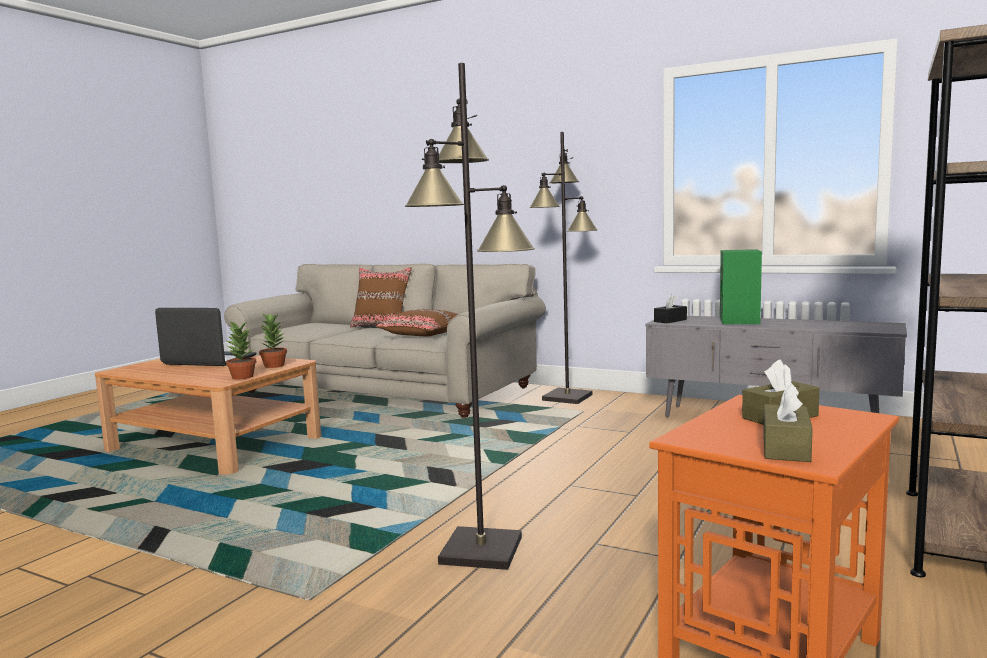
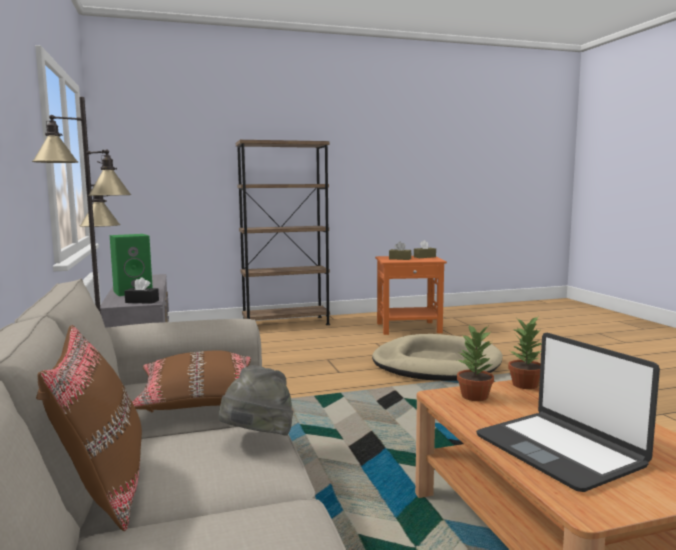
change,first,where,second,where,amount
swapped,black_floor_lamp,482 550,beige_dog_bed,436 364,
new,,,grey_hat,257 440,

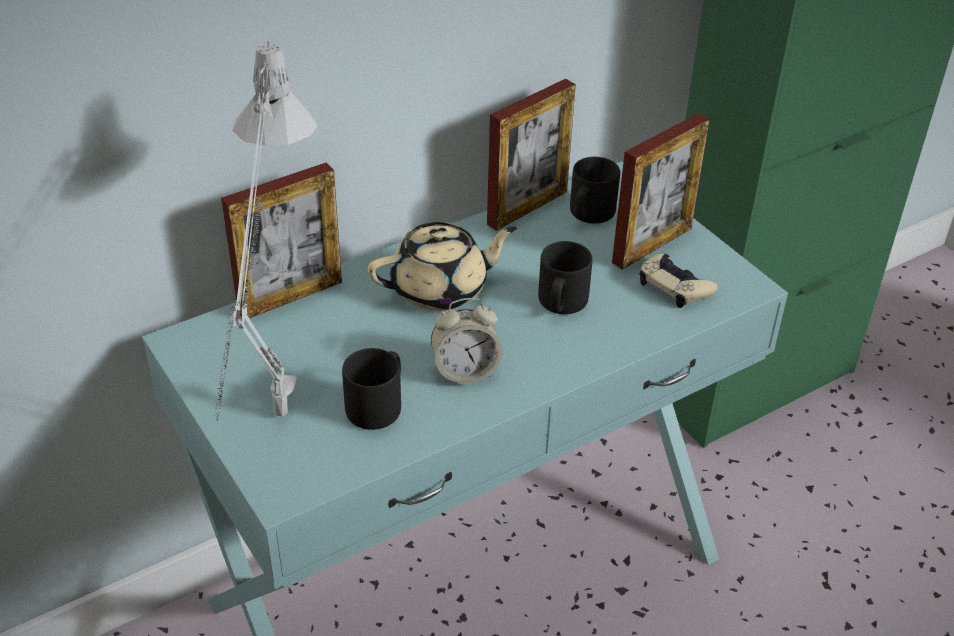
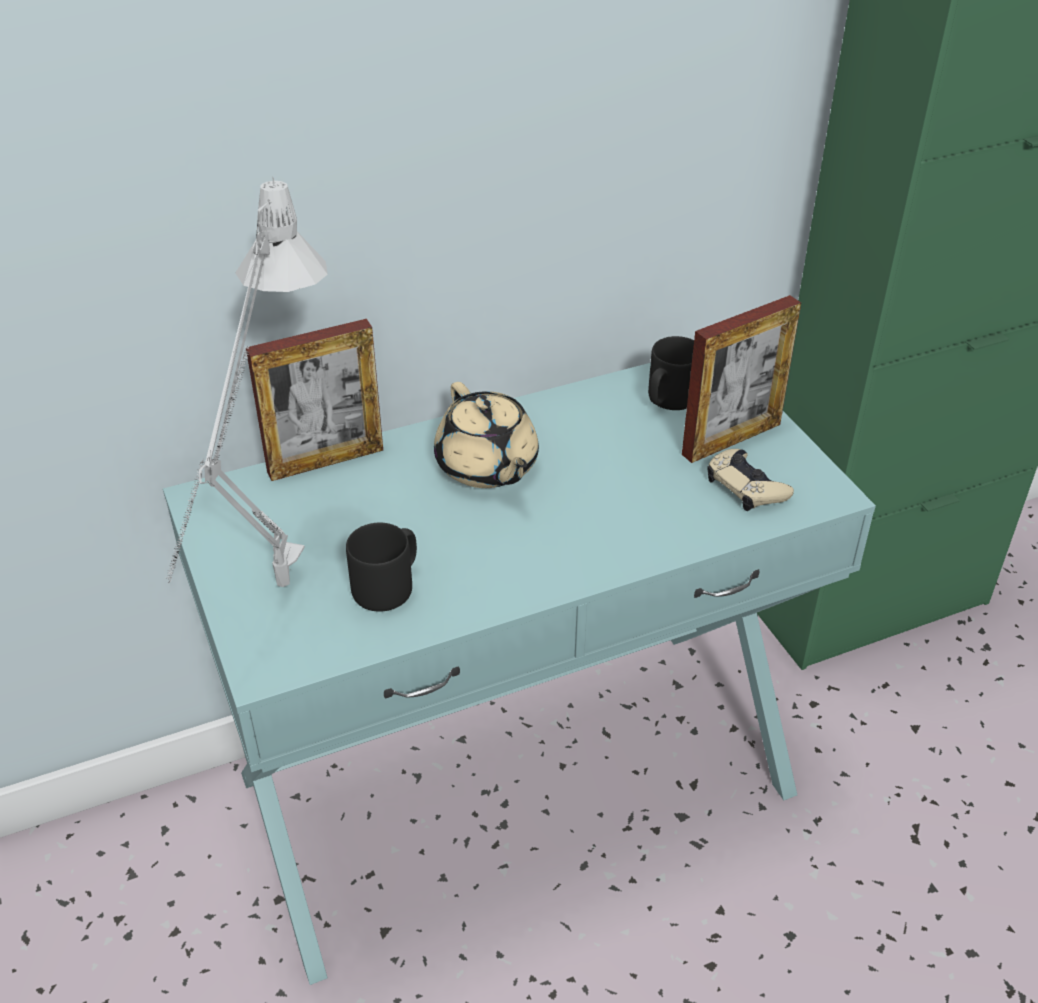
change,first,where,second,where,amount
gone,picture_frame,527 208,,,
rotated,beige_teapot,441 289,,487 467,75 degrees clockwise
gone,black_mug,561 303,,,
gone,alarm_clock,465 371,,,

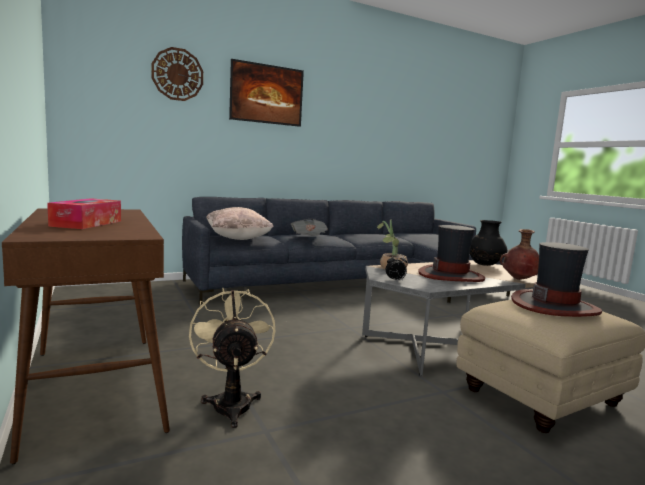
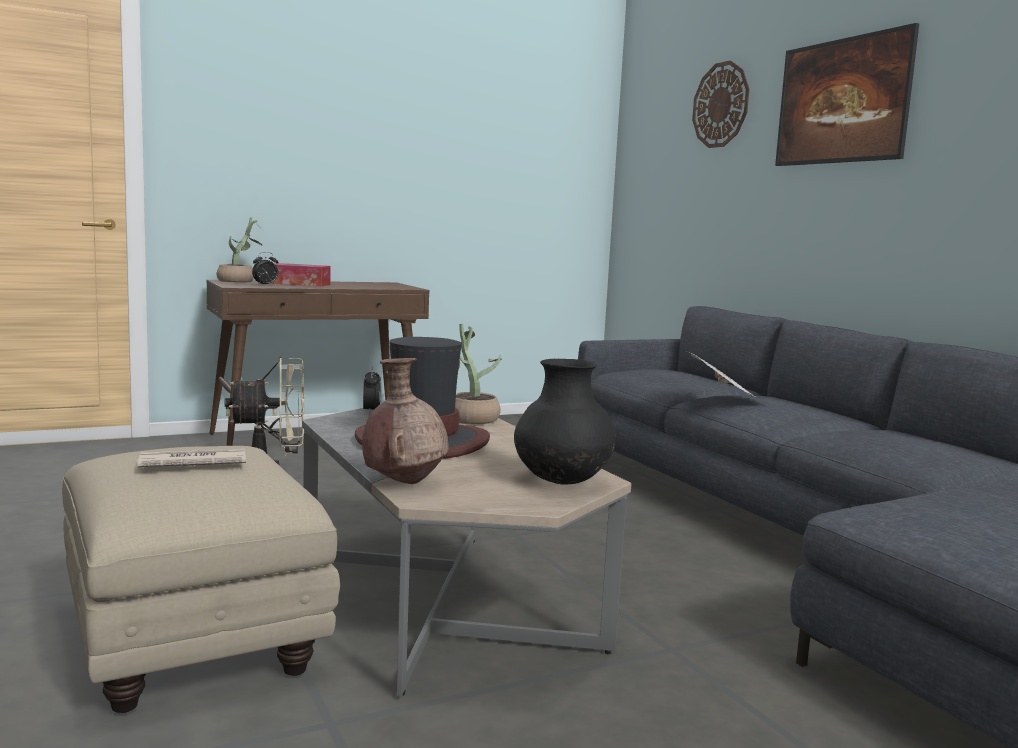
change,first,where,second,where,amount
gone,beige_pillow,237 238,,,
swapped,hat,554 306,newspaper,191 463,
new,,,potted_plant,240 281,
new,,,alarm_clock,265 285,

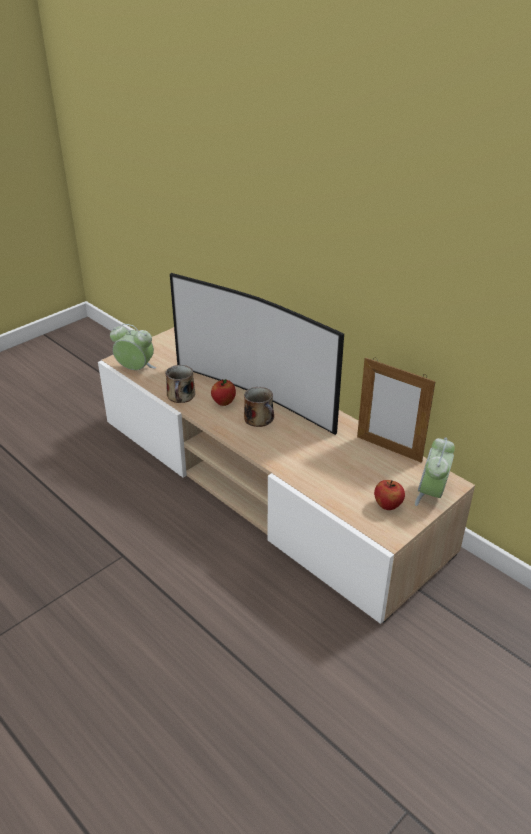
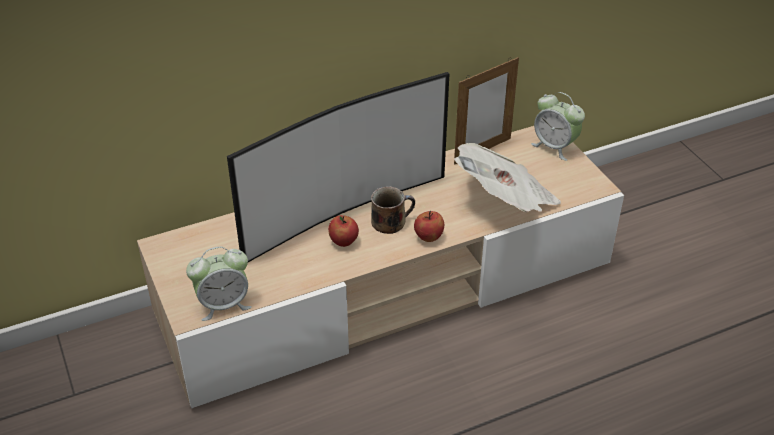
change,first,where,second,where,amount
rotated,alarm_clock,135 369,,223 304,150 degrees counterclockwise
gone,mug,181 396,,,
shifted,apple,388 505,,428 237,
new,,,newspaper,506 200,

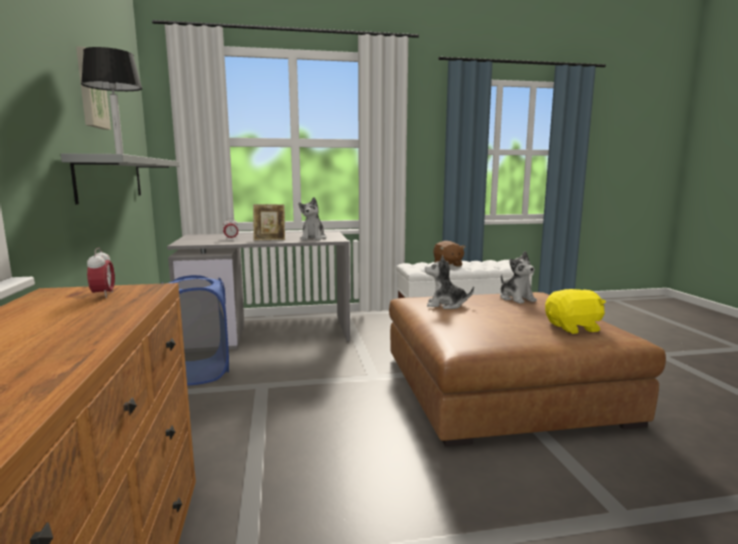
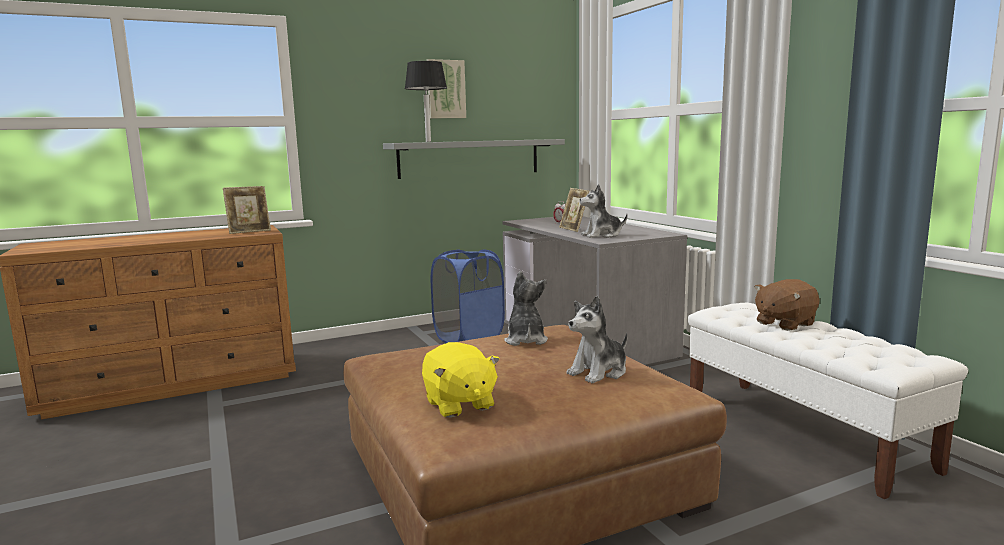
change,first,where,second,where,amount
swapped,alarm_clock,103 295,picture_frame,249 231,

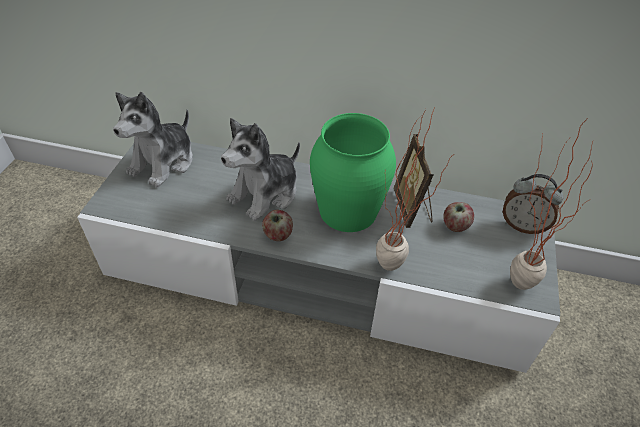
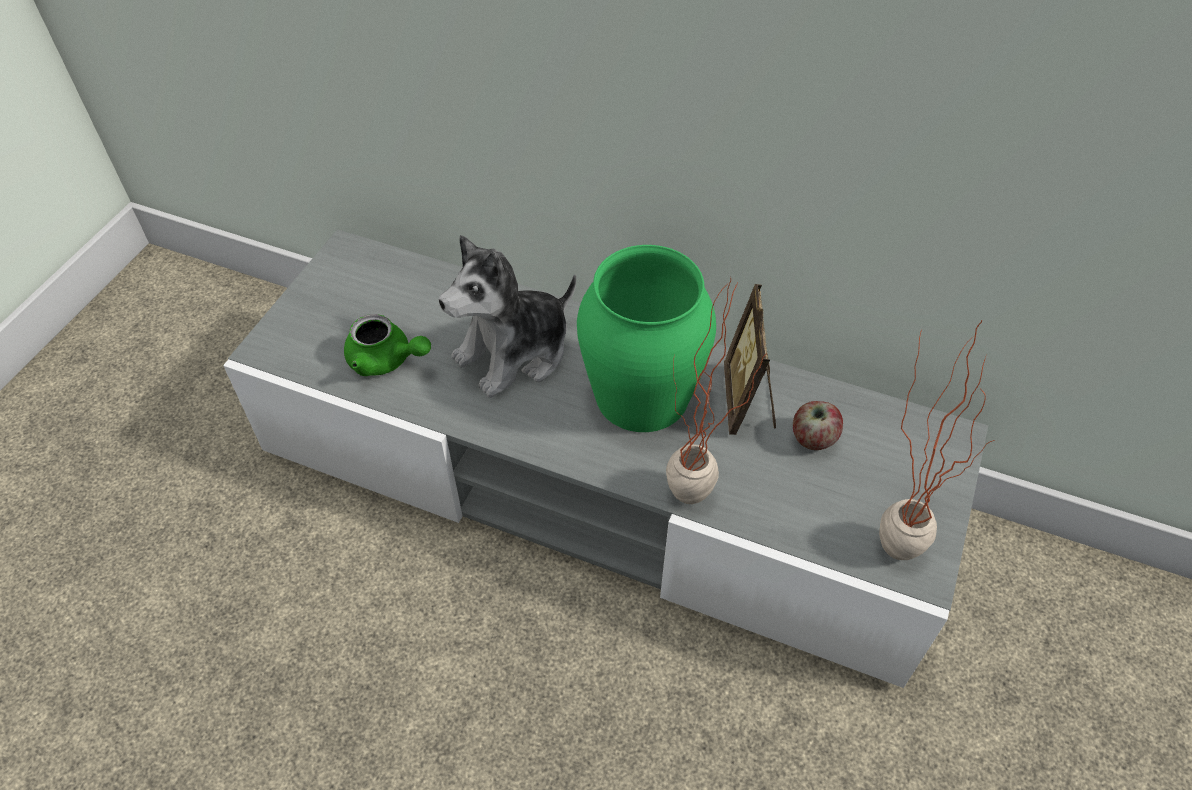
change,first,where,second,where,amount
gone,plush_toy,163 162,,,
gone,alarm_clock,522 225,,,
gone,apple,278 235,,,
new,,,green_teapot,386 360,

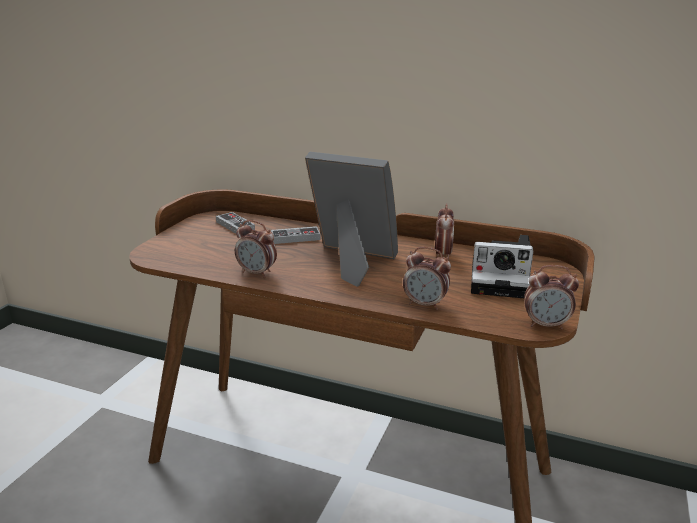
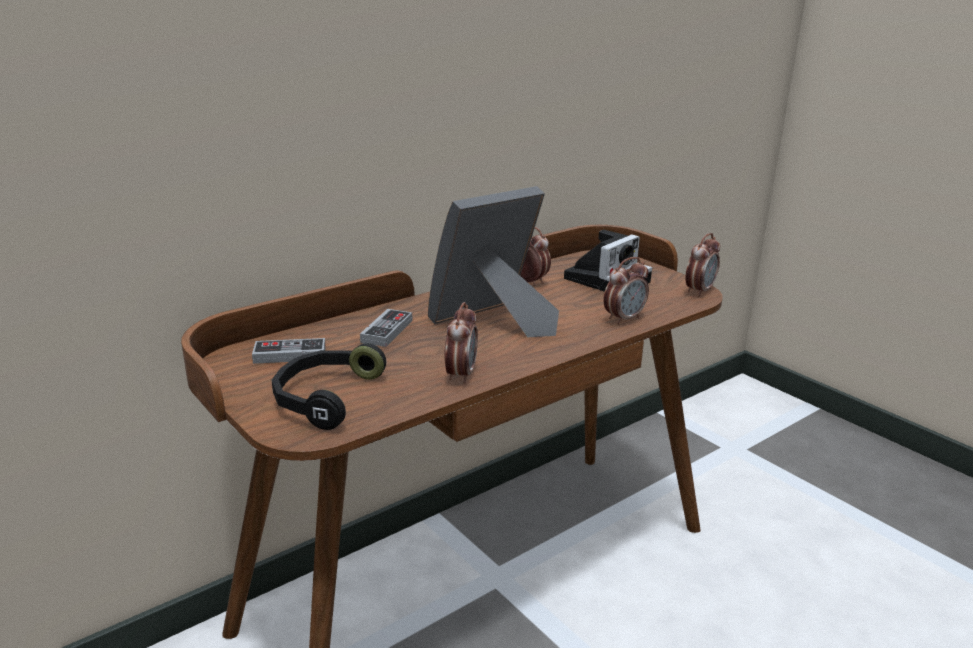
change,first,where,second,where,amount
rotated,alarm_clock,257 273,,461 375,45 degrees counterclockwise
new,,,black_headphones,324 397,

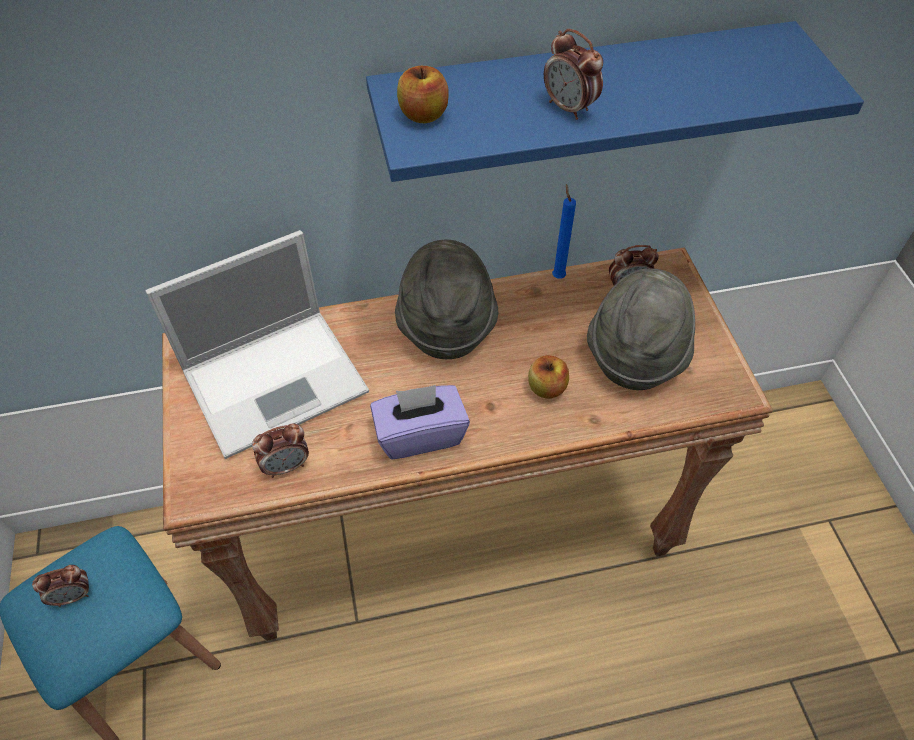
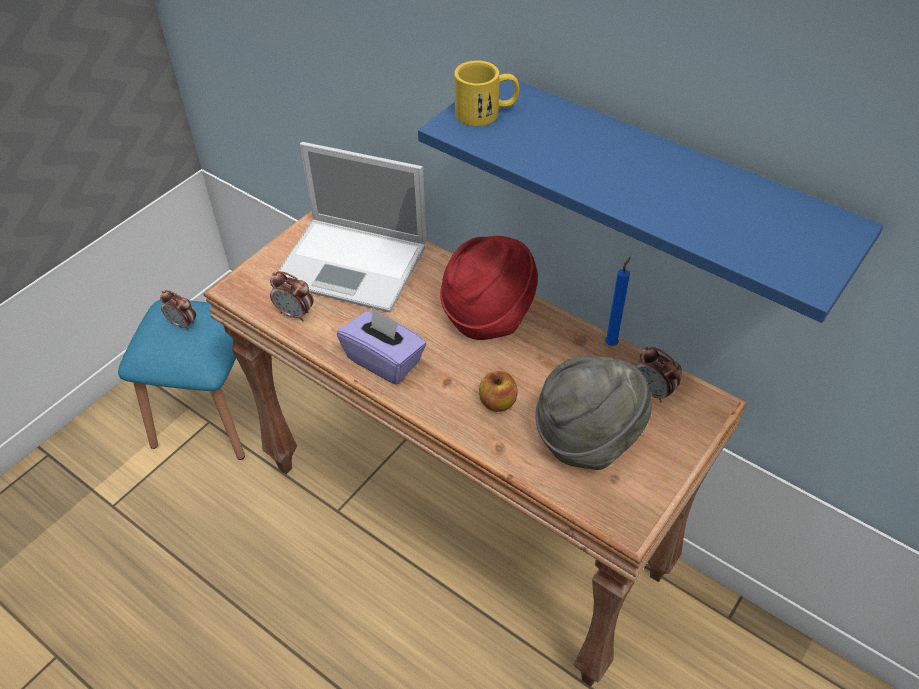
change,first,where,second,where,amount
gone,alarm_clock,569 108,,,
swapped,apple,423 115,yellow_mug,486 112,
repainted,grey_hat,446 328,red_hat,488 314,

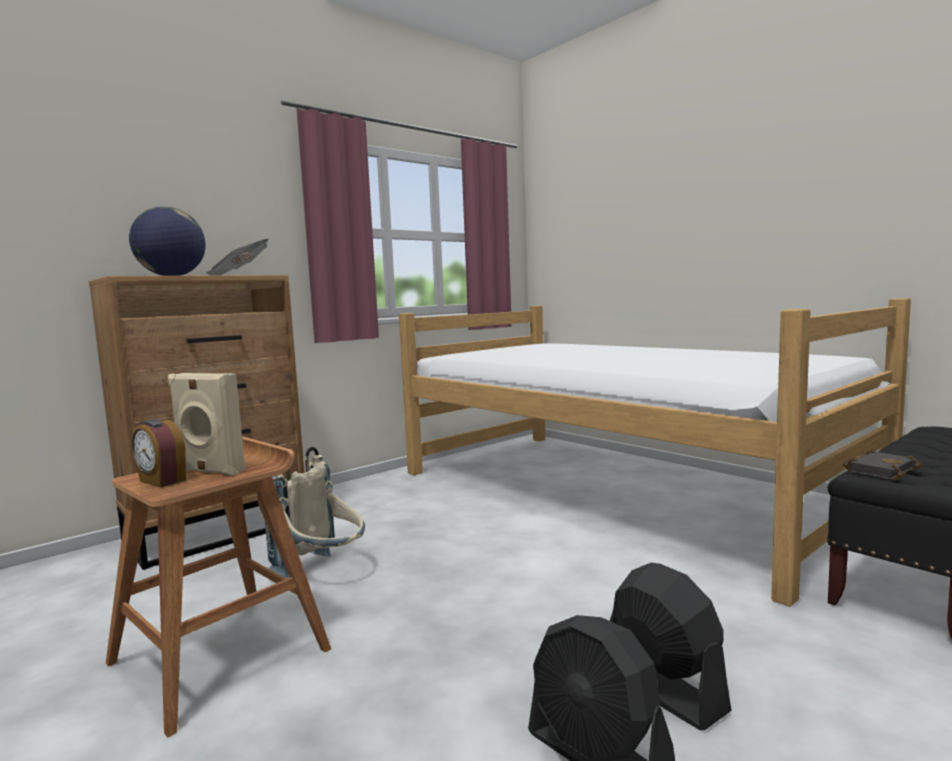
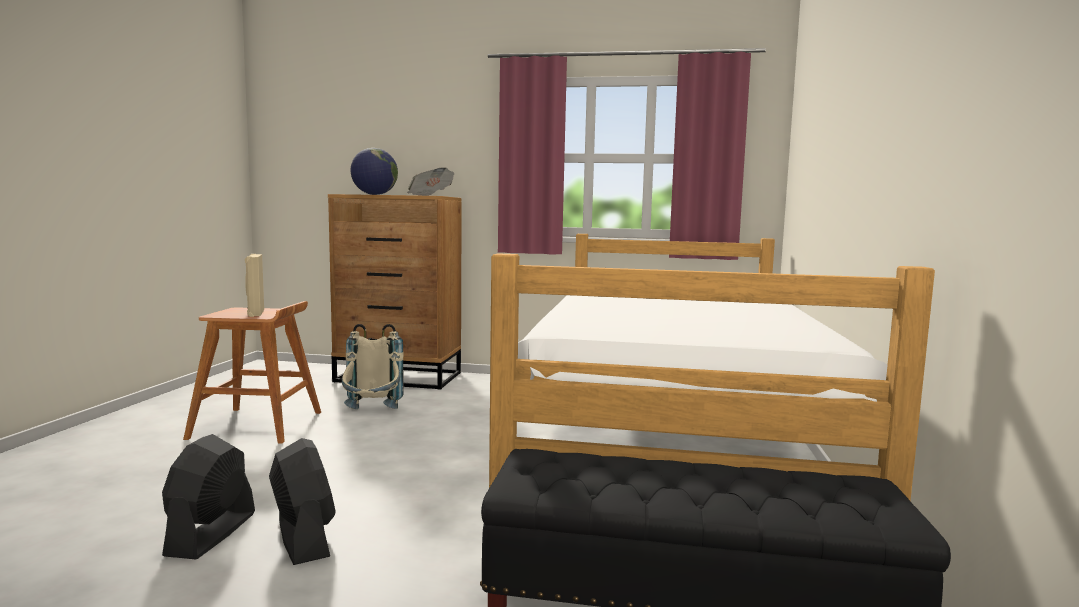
change,first,where,second,where,amount
gone,alarm_clock,161 481,,,
gone,black_book,879 470,,,
rotated,black_fan,661 687,,303 538,45 degrees counterclockwise

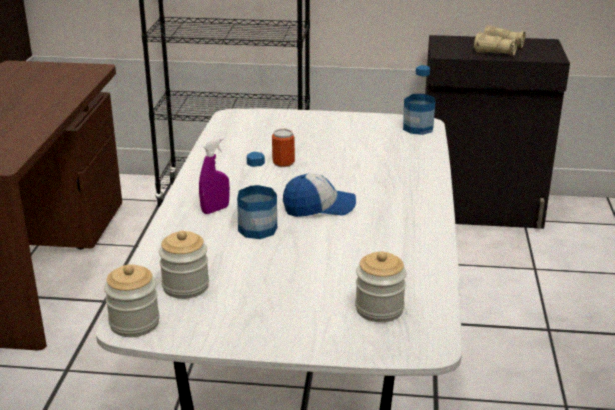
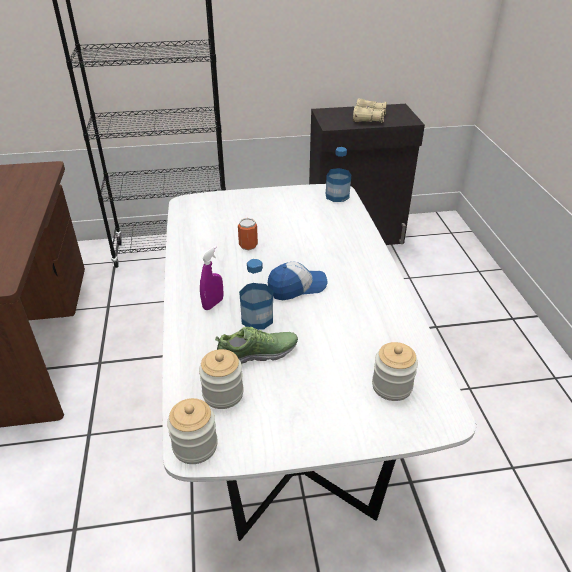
change,first,where,second,where,amount
new,,,shoe,257 354,

